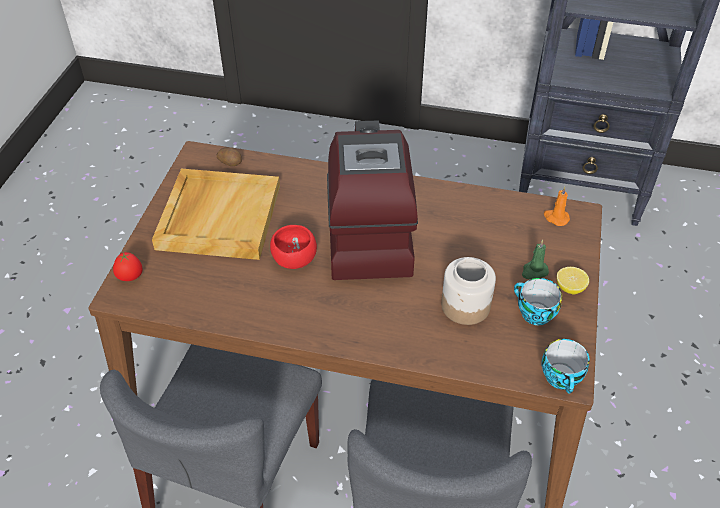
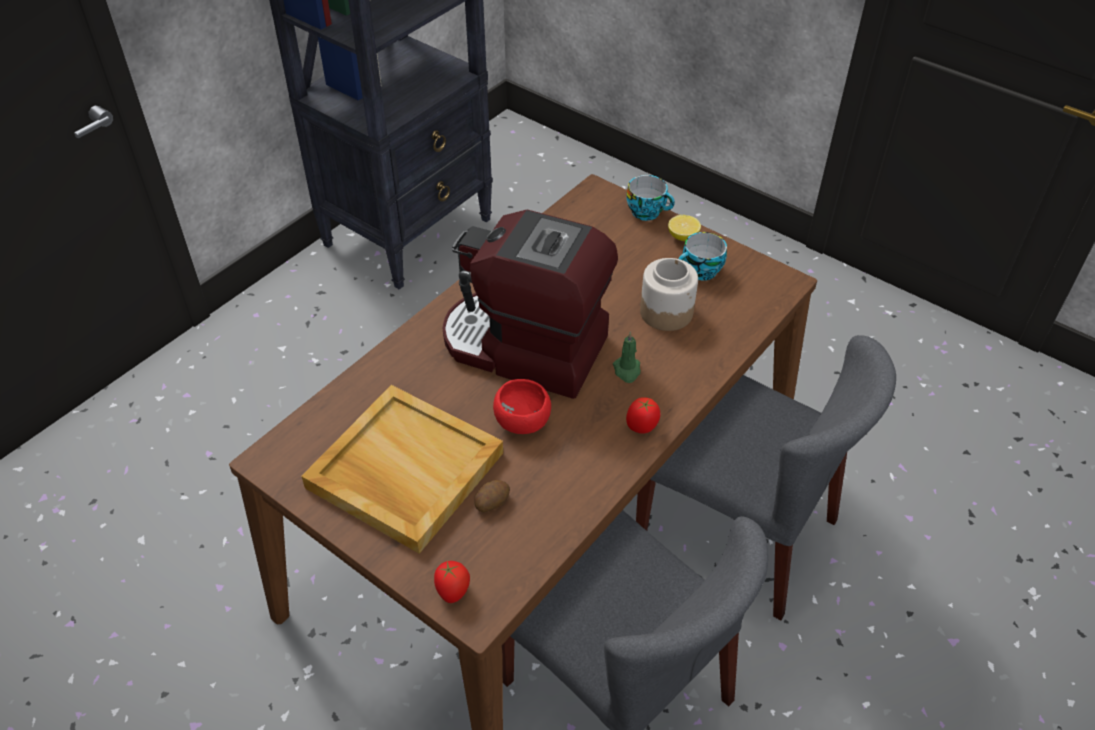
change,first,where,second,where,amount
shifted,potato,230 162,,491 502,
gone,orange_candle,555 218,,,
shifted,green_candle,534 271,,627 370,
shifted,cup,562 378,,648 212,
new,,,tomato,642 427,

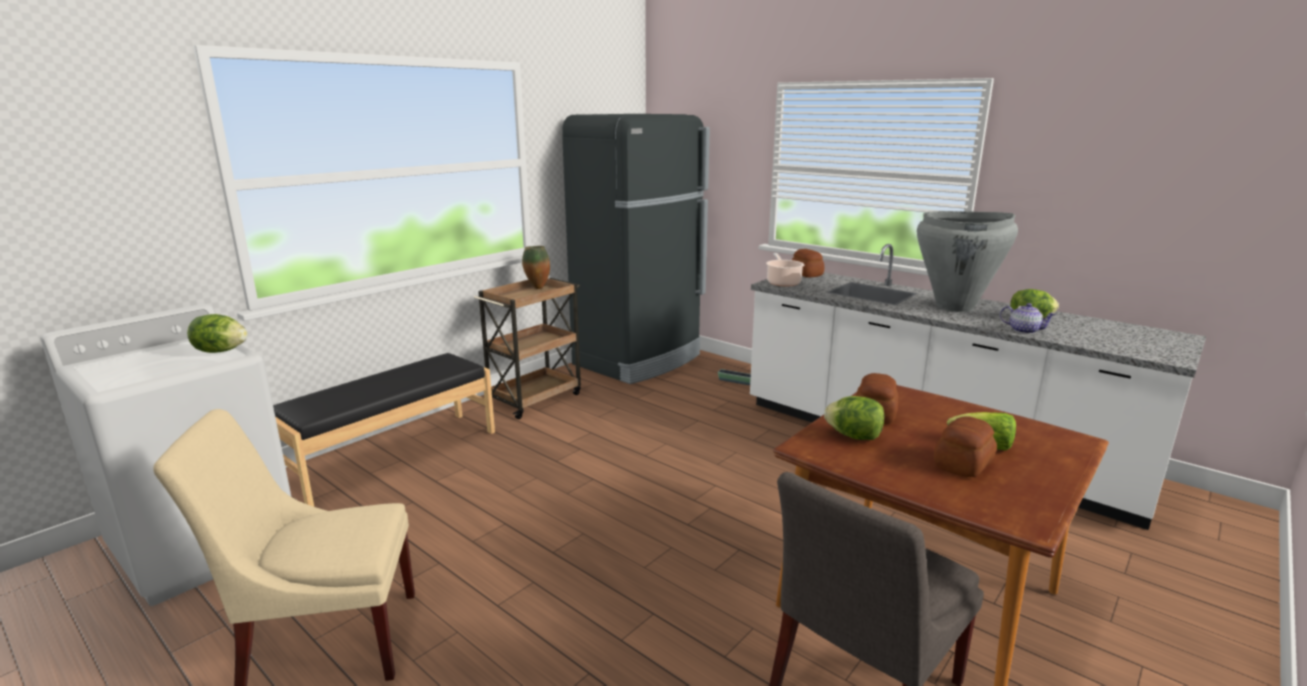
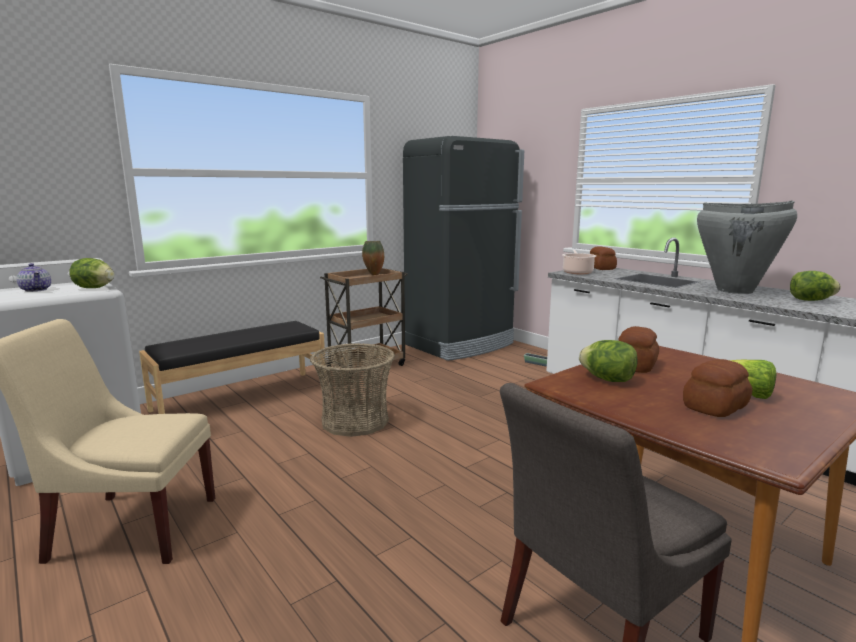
change,first,where,second,where,amount
shifted,teapot,1023 330,,36 290,
new,,,basket,355 421,

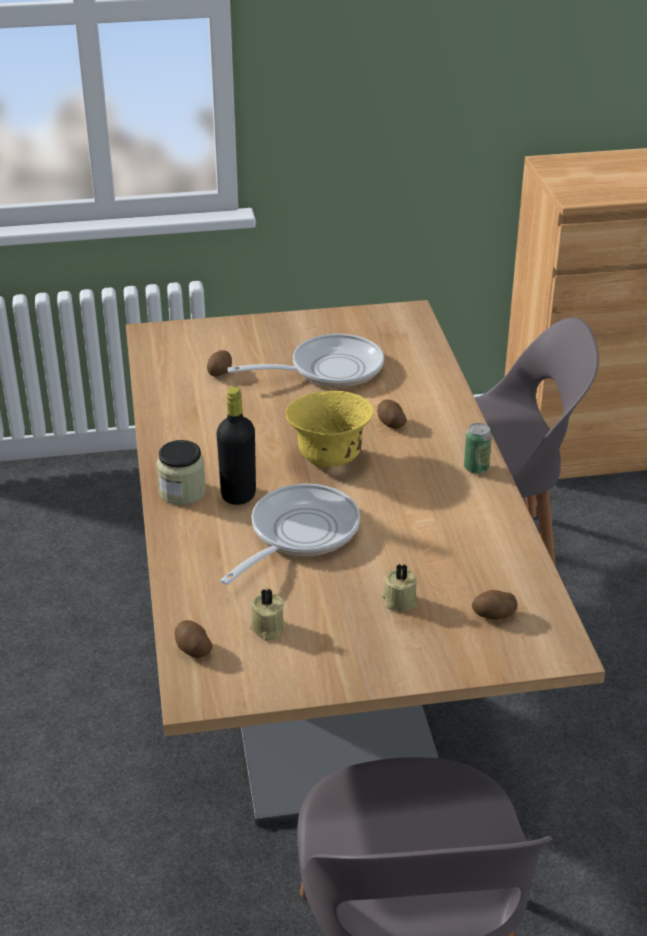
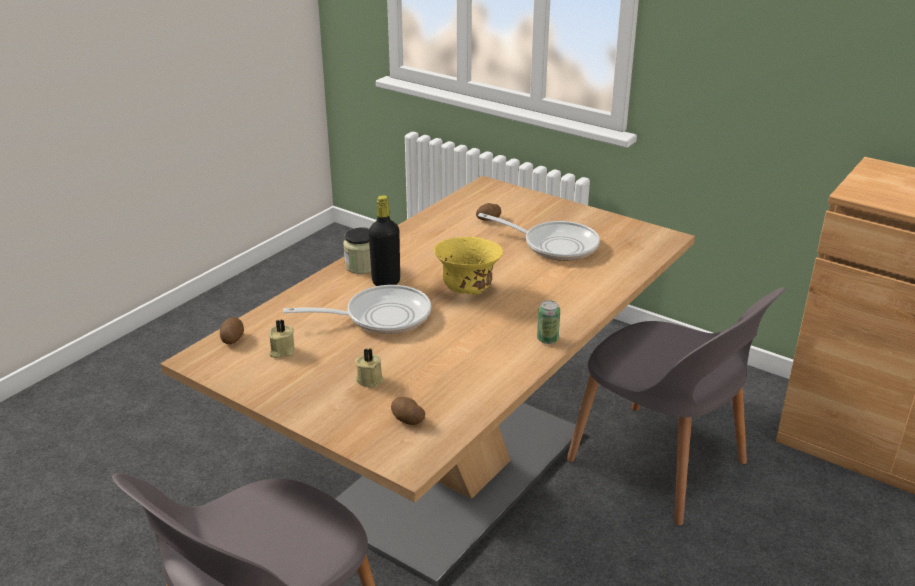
change,first,where,second,where,amount
gone,potato,390 423,,,

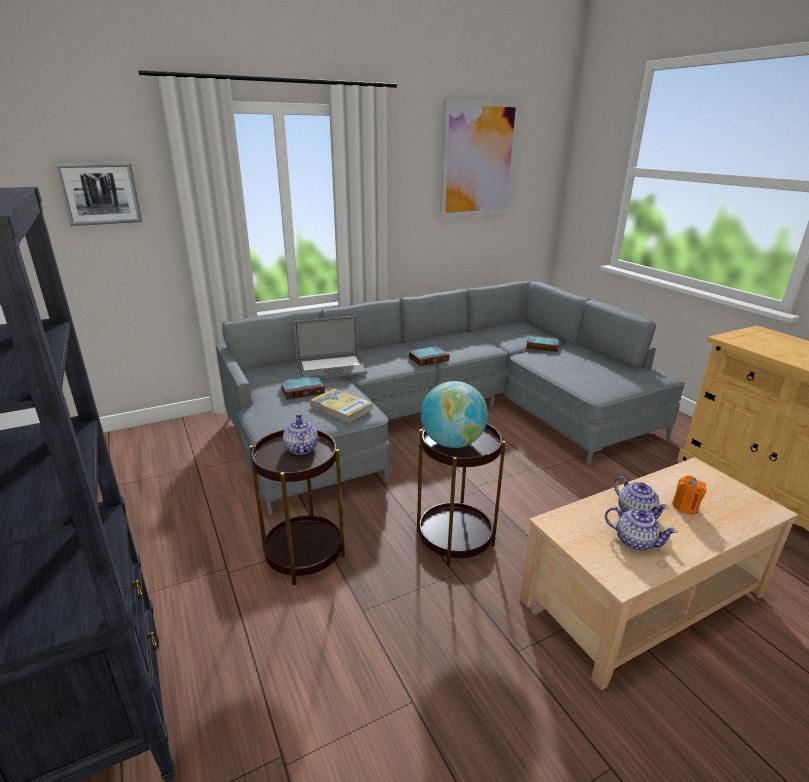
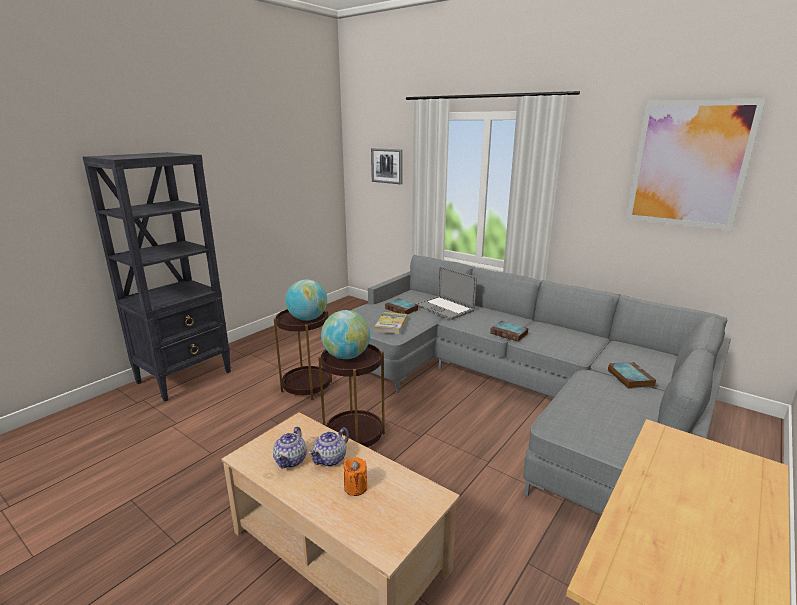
change,first,where,second,where,amount
swapped,teapot,301 448,globe,307 319,

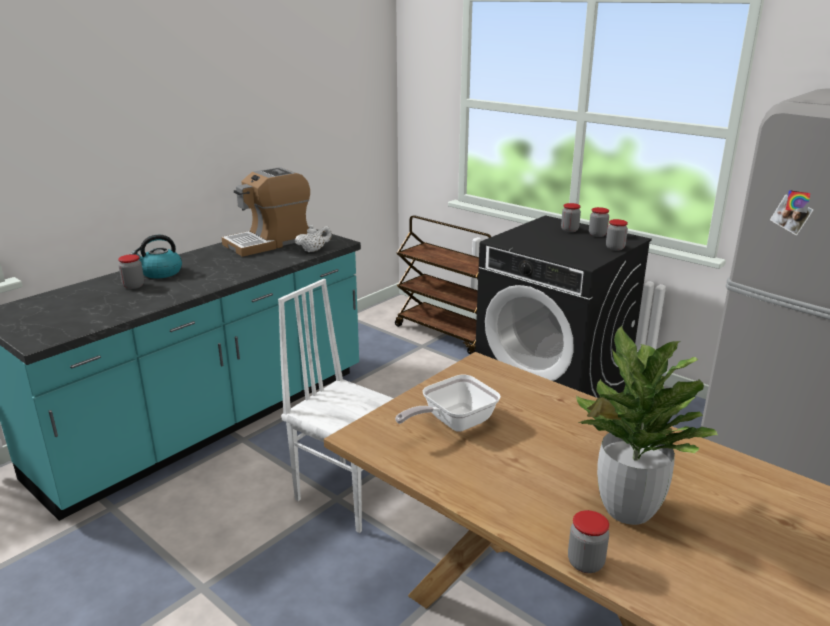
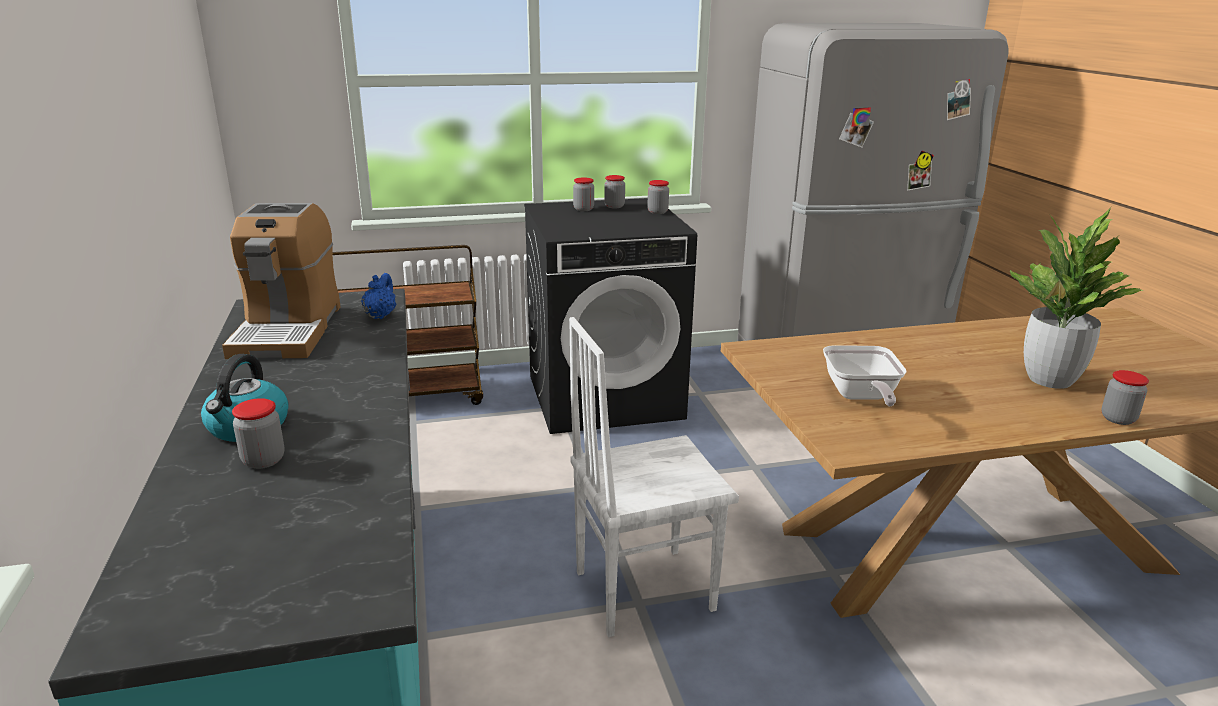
change,first,where,second,where,amount
repainted,white_teapot,314 250,blue_teapot,380 315,

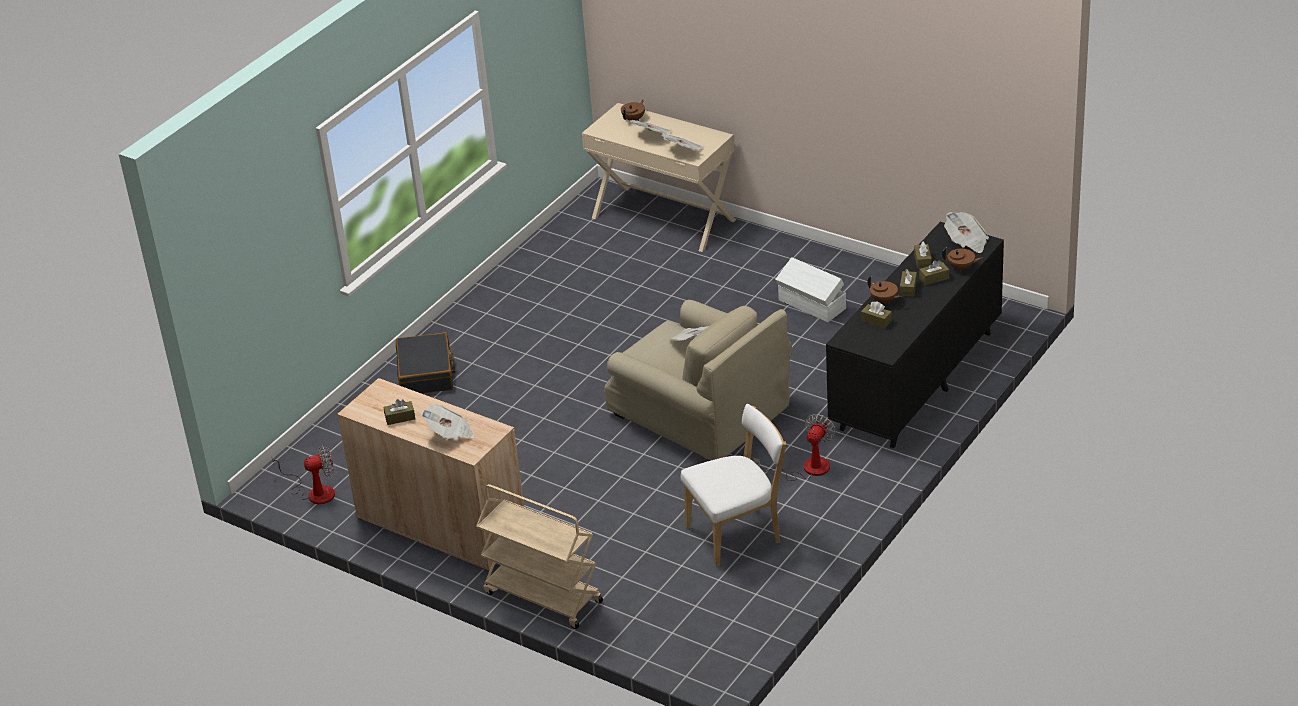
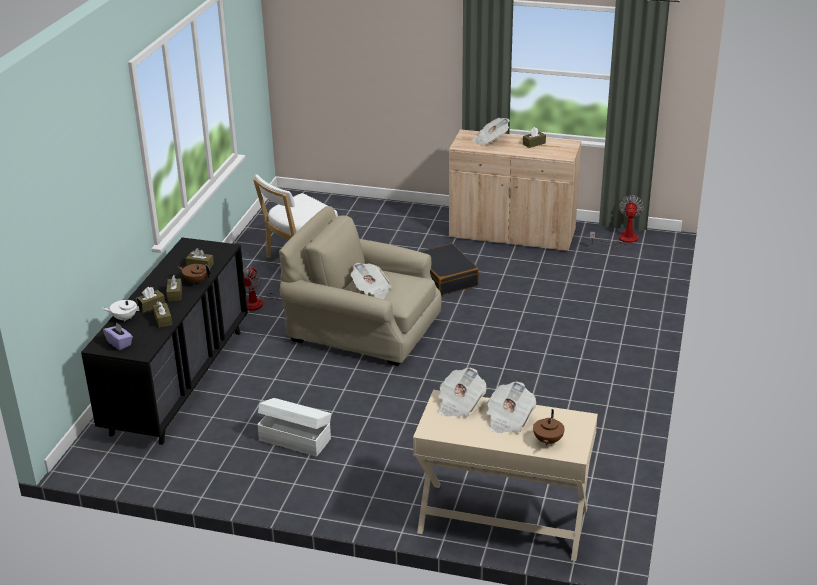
change,first,where,second,where,amount
swapped,newspaper,966 242,purple_tissue_box,119 343,
repainted,brown_teapot,961 268,white_teapot,124 318,
shifted,black_suitcase,426 374,,445 278,
rotated,fan,314 492,,622 239,135 degrees clockwise
gone,beige_cart,542 597,,,

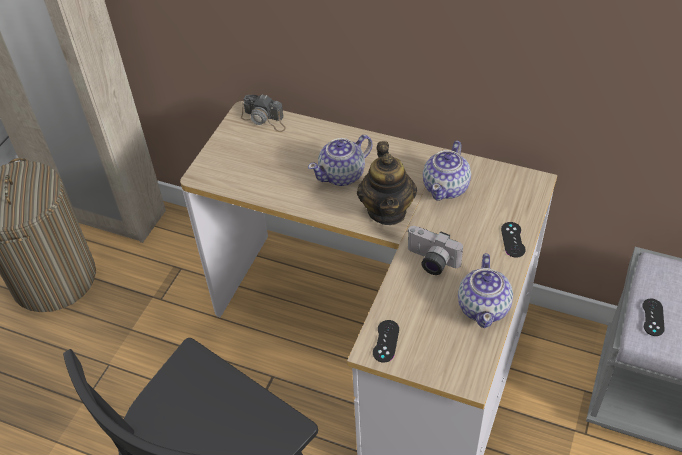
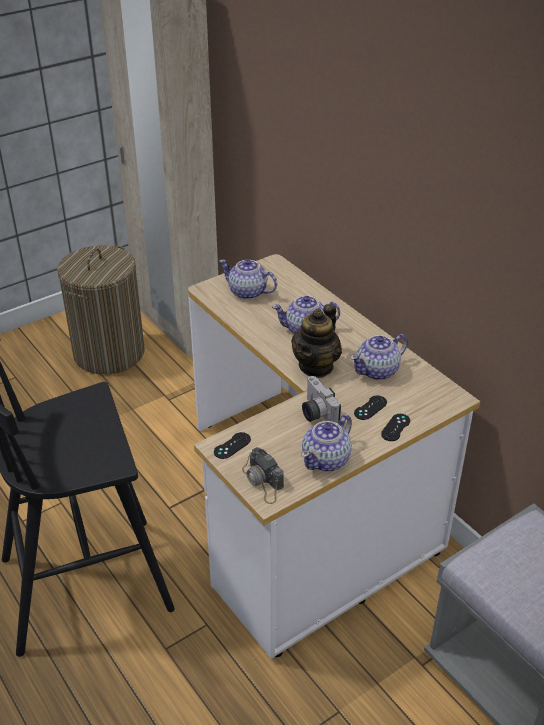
change,first,where,second,where,amount
shifted,photo_camera,265 119,,263 481,
shifted,black_game_controller,653 317,,370 408,
new,,,teapot,248 292,

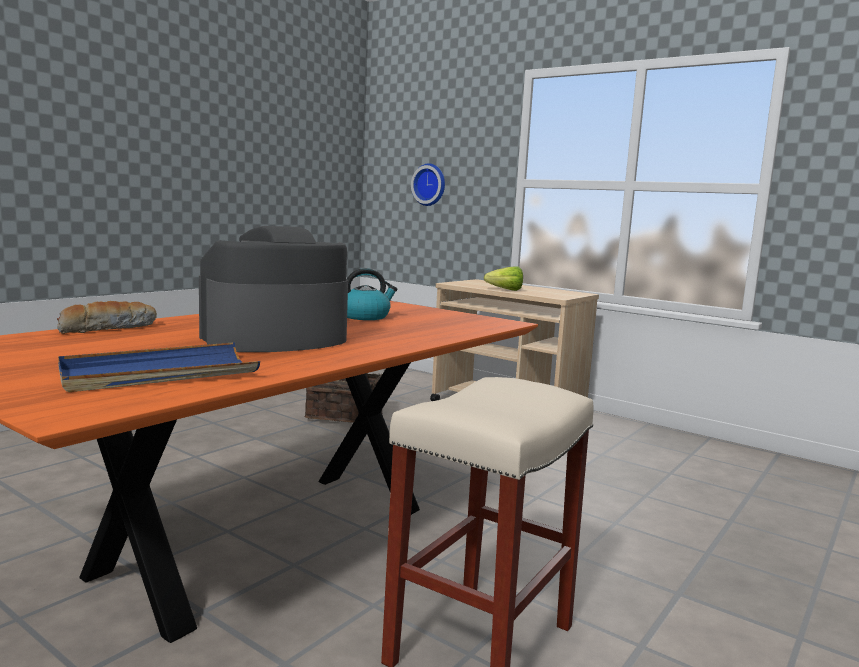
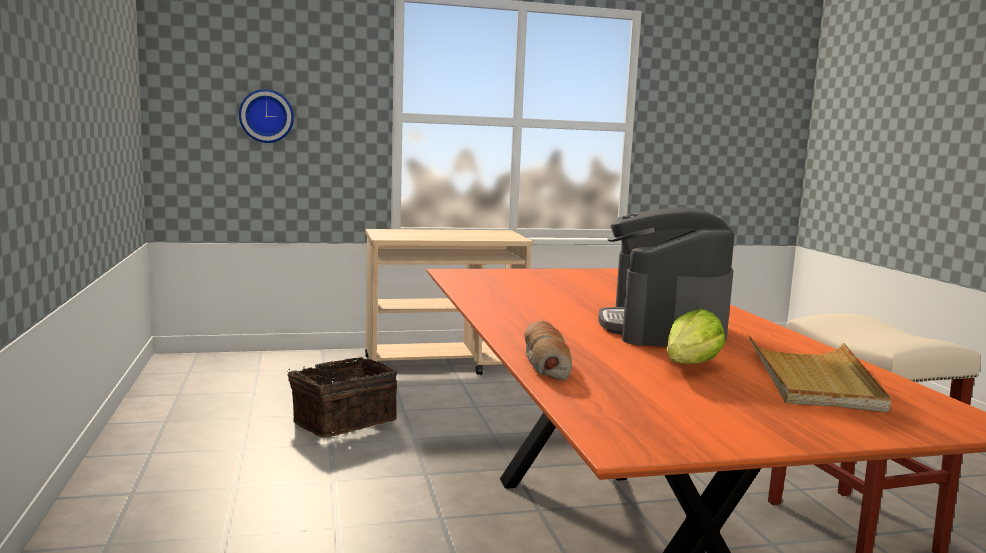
change,first,where,second,where,amount
shifted,lettuce,502 290,,684 368,
gone,kettle,365 316,,,
repainted,blue_tray,158 373,beige_tray,813 379,

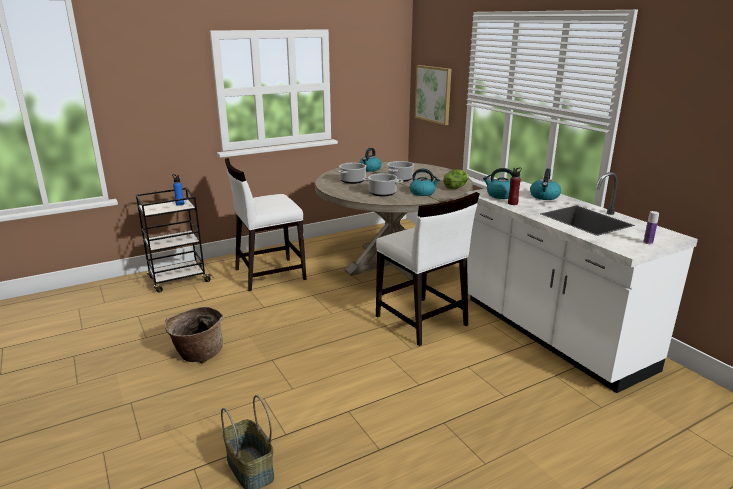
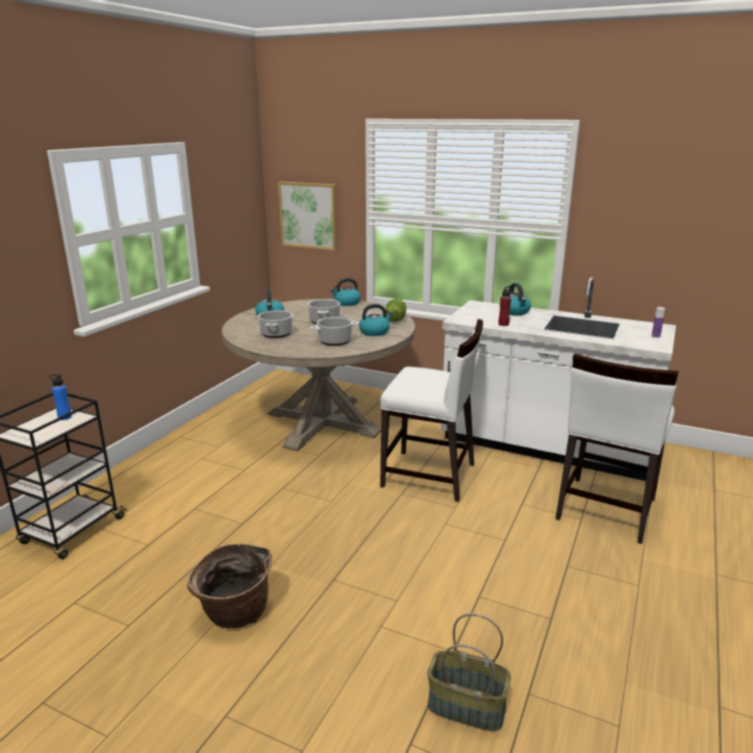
change,first,where,second,where,amount
shifted,white_chair,269 274,,605 509,
shifted,kettle,500 195,,346 303,

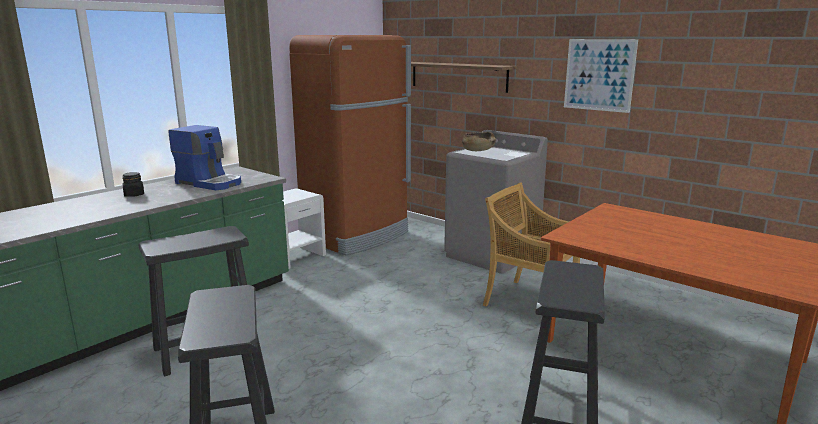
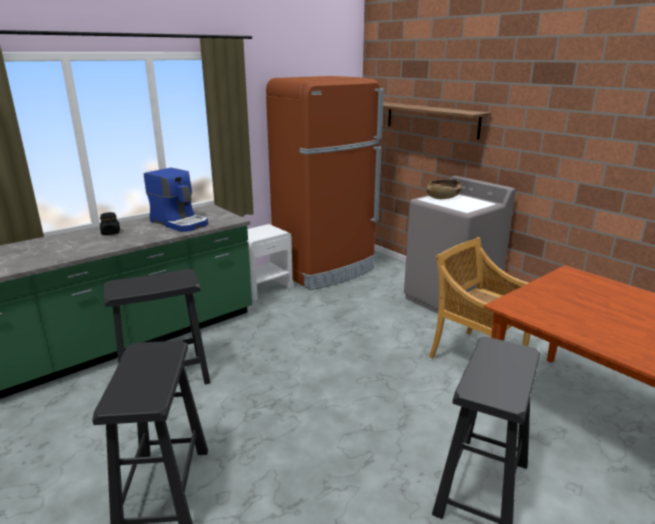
change,first,where,second,where,amount
gone,picture,599 75,,,

